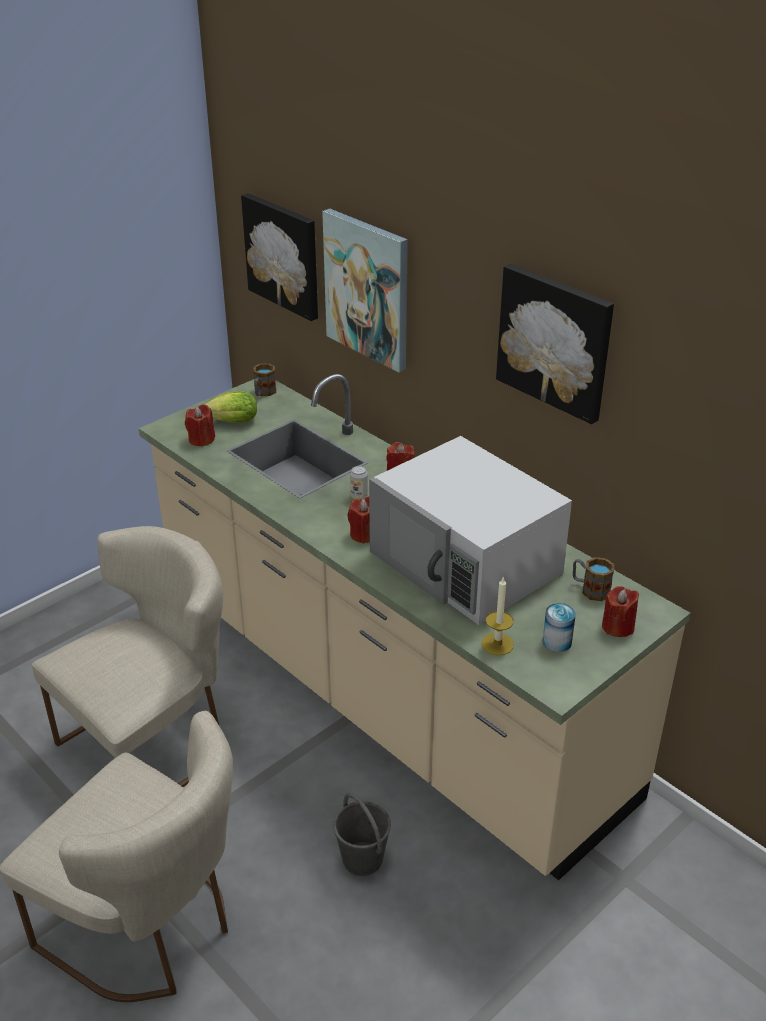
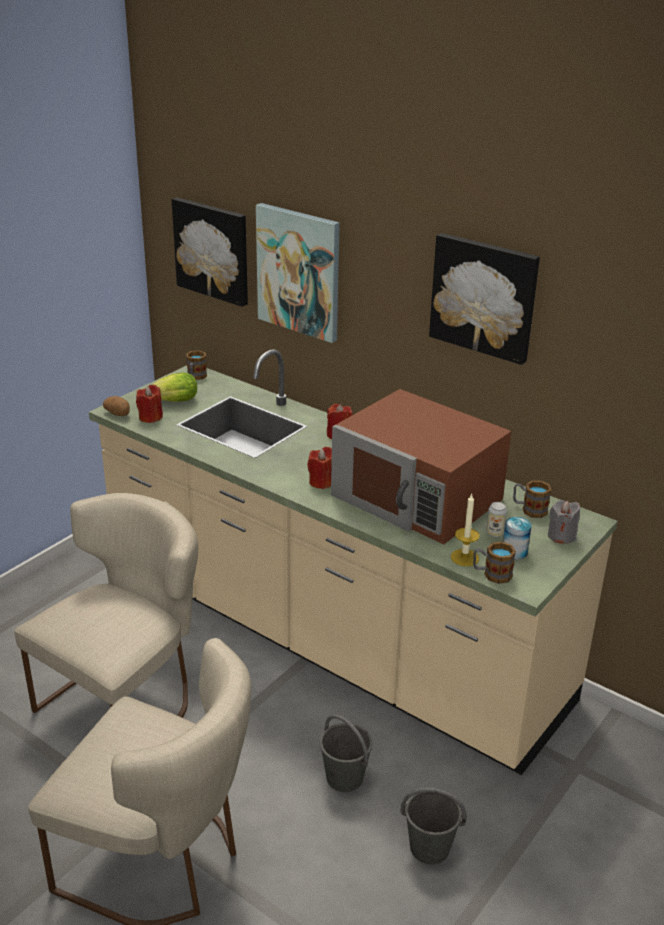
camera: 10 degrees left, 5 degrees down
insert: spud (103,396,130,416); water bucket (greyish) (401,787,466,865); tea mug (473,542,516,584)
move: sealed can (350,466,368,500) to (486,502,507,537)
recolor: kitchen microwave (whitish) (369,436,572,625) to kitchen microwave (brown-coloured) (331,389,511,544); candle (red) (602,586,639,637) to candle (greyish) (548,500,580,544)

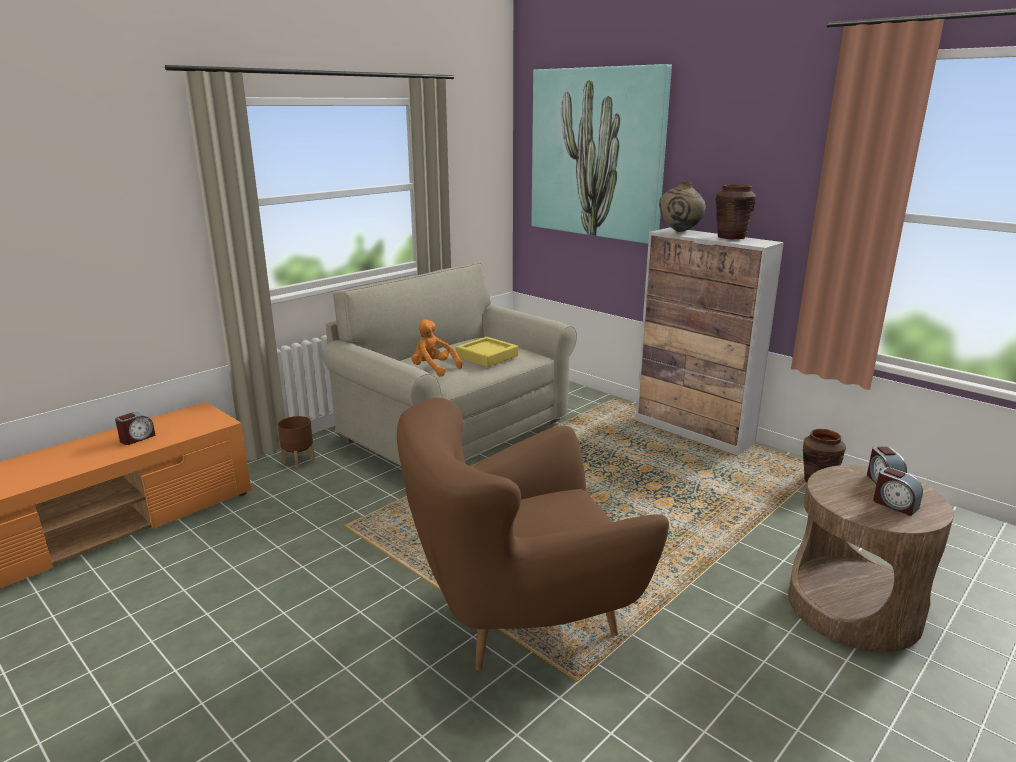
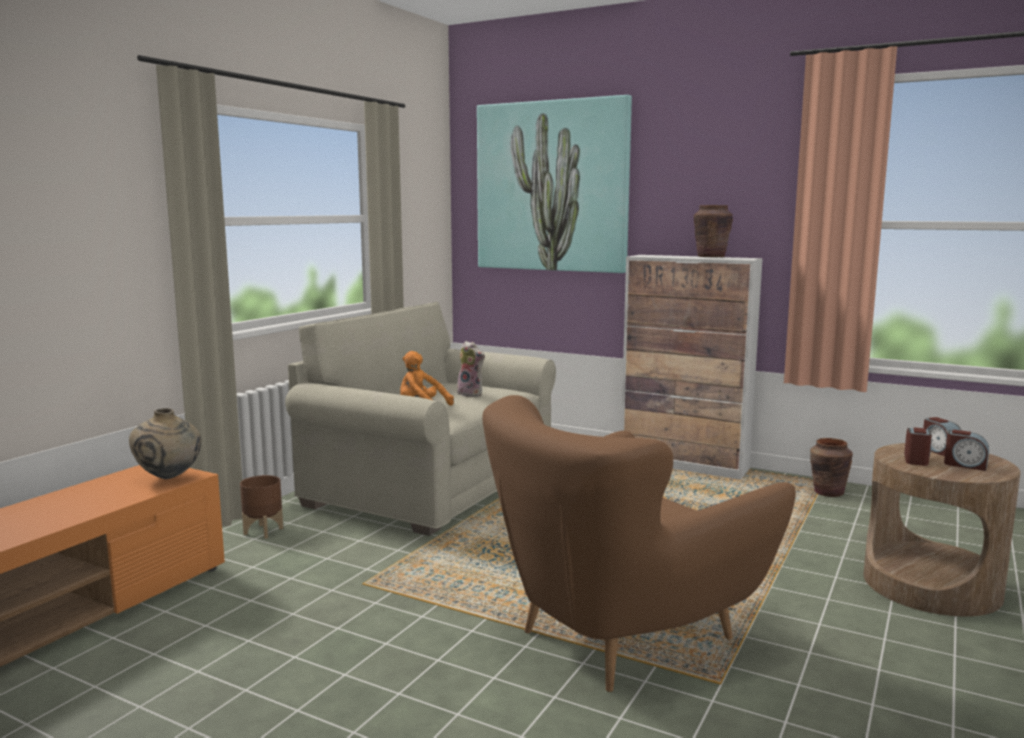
camera: 15 degrees left, 10 degrees down
move: alarm clock (115,412,156,445) to (904,427,932,466); flower vase (beige-coloured) (659,181,706,232) to (129,408,201,479)
replace: tray (yellow-coloured) (455,337,518,367) to plush toy (456,341,485,397)

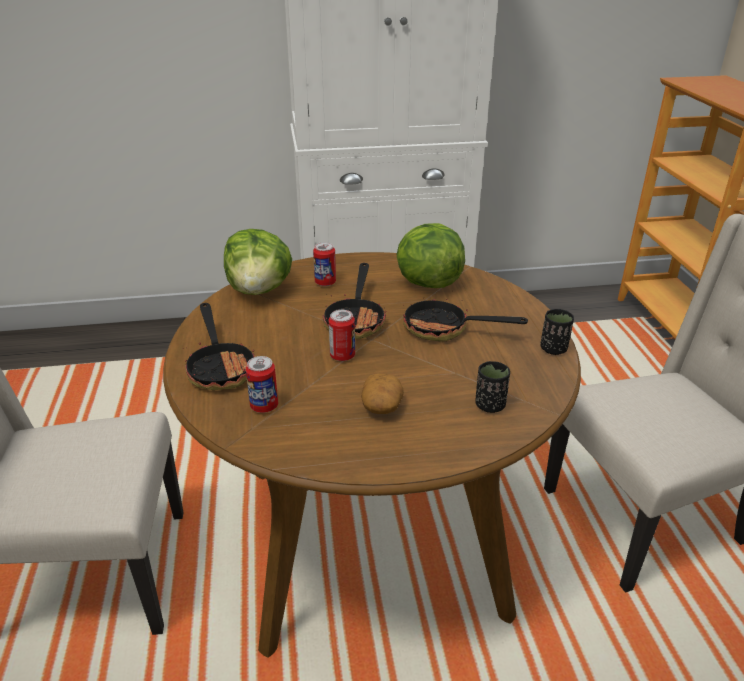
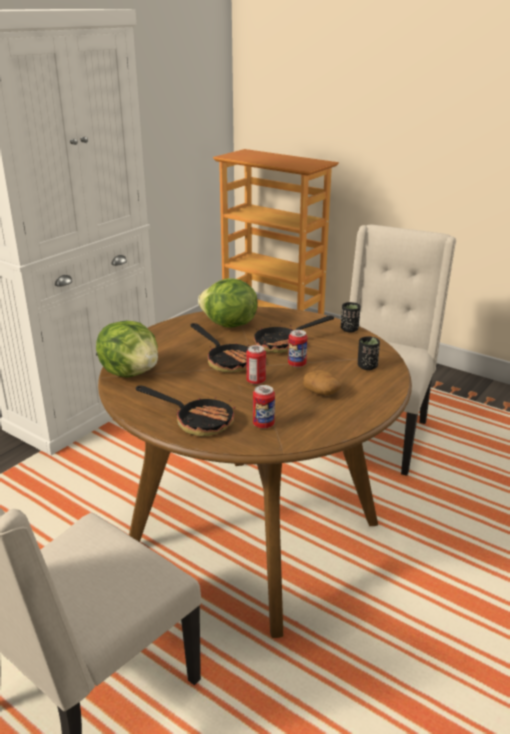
camera: 45 degrees left, 5 degrees down
move: sealed can (313,242,336,286) to (288,330,307,367)

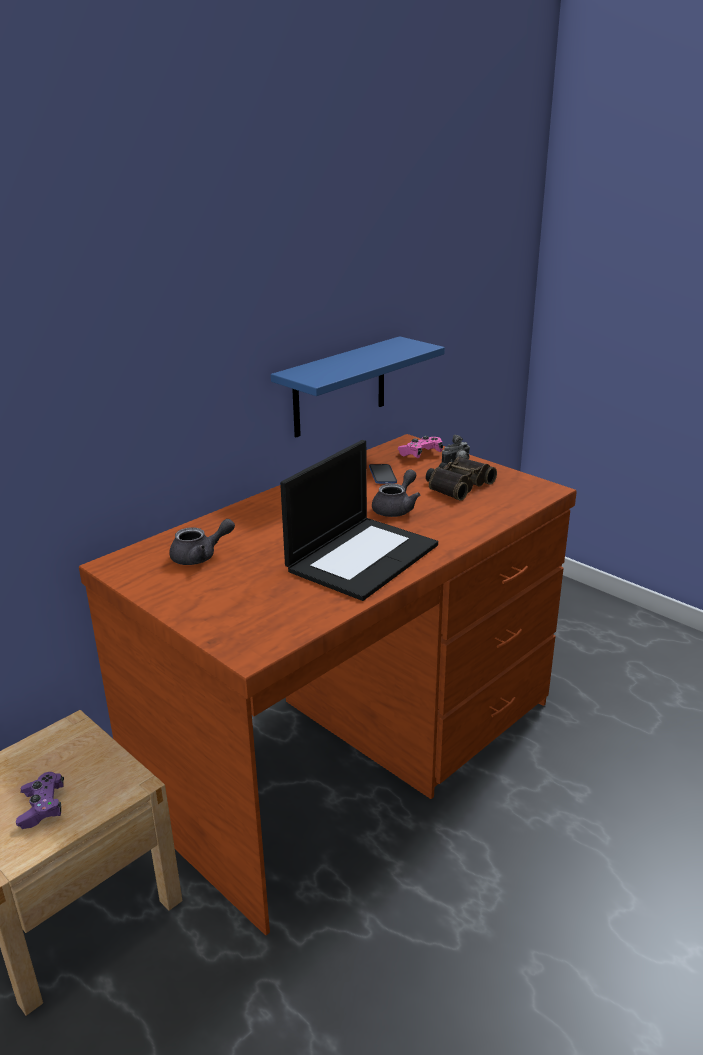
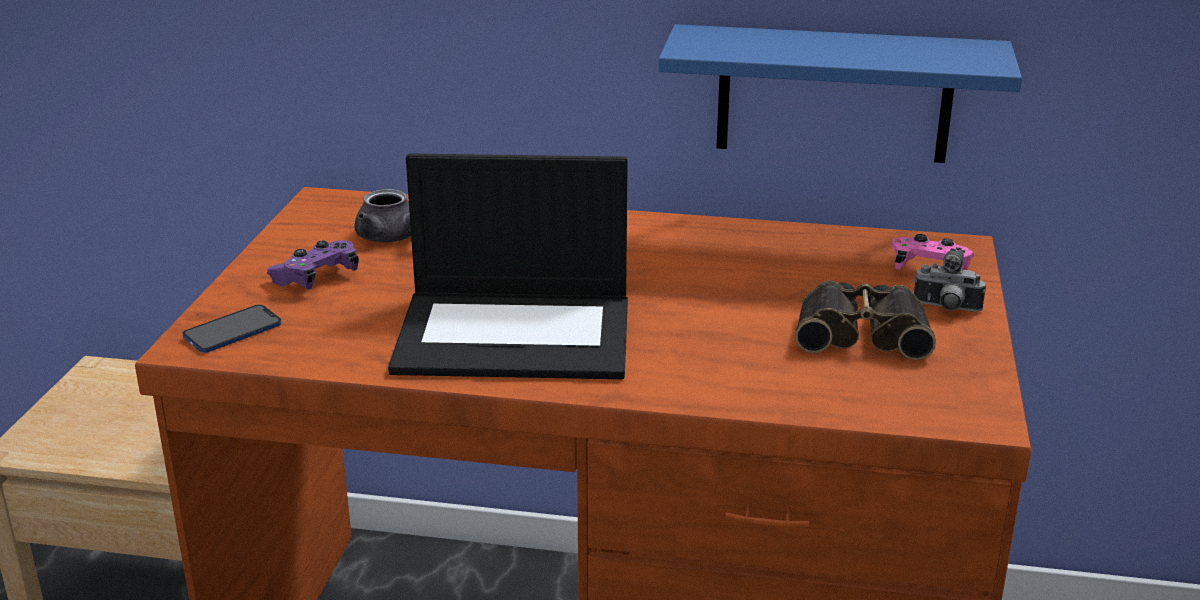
camera: 55 degrees right, 0 degrees up
delete: teapot (greyish) (372,469,420,517)
move: gamepad (purplish) (16,772,64,829) to (267,240,359,290); phone (369,464,397,484) to (183,305,281,353)

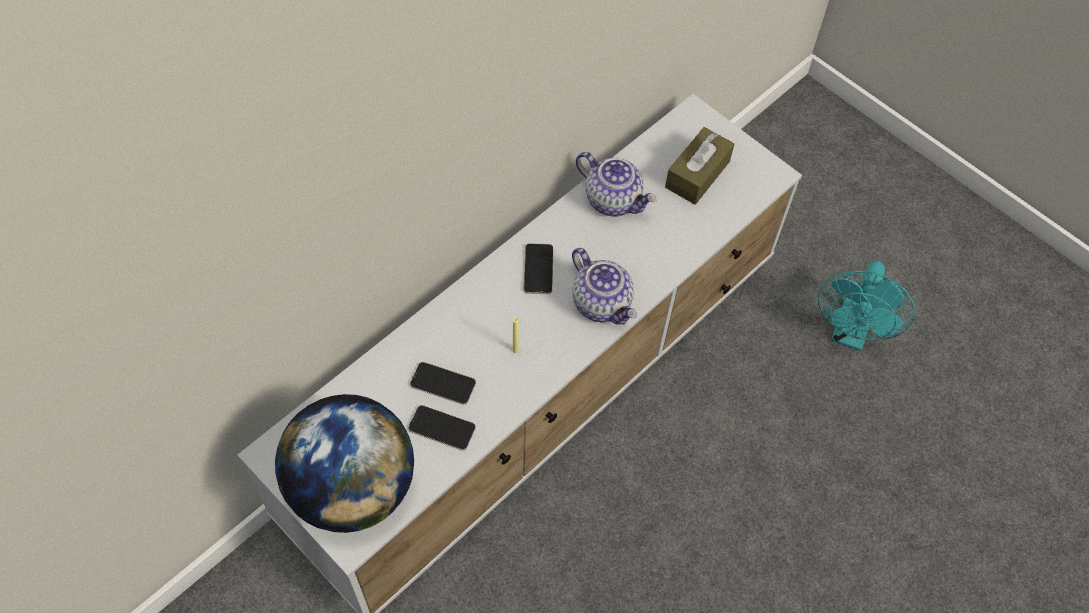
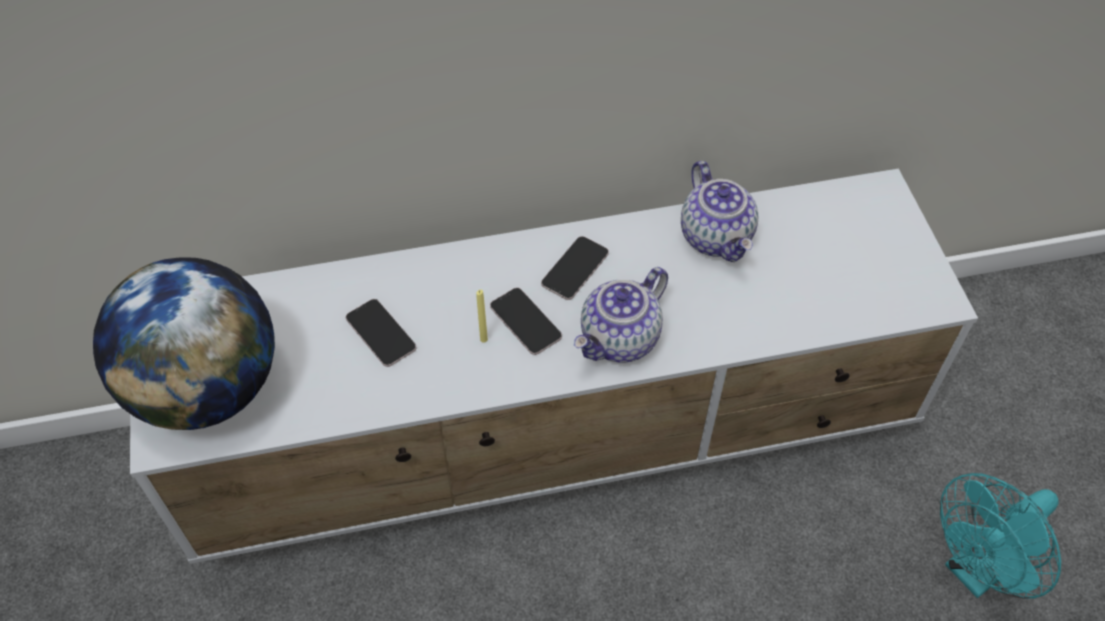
camera: 35 degrees right, 5 degrees down
delete: tissue holder (brown-coloured) (665,127,734,204)
move: phone (408,405,476,451) to (490,288,562,355)
rotate: teapot (572,248,637,325) = (574,267,668,363) 45 degrees clockwise

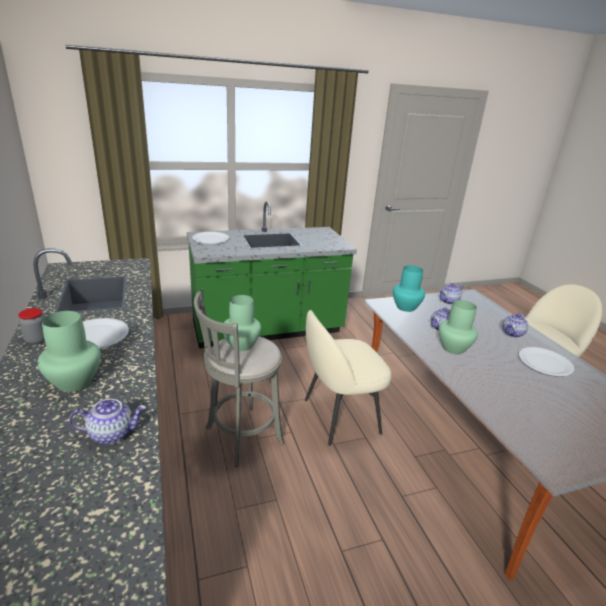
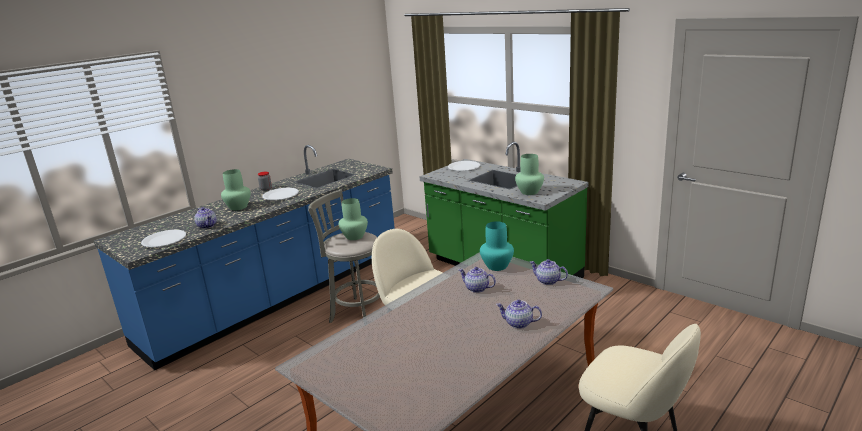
camera: 65 degrees right, 5 degrees down
move: flower vase (green) (438,300,478,354) to (515,154,544,195); flat dish (whitish) (519,347,574,376) to (141,230,186,247)

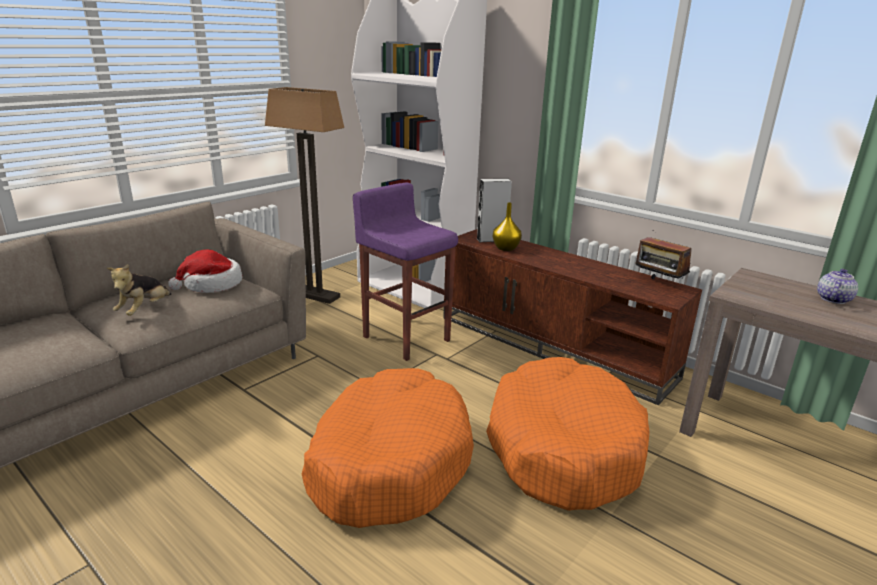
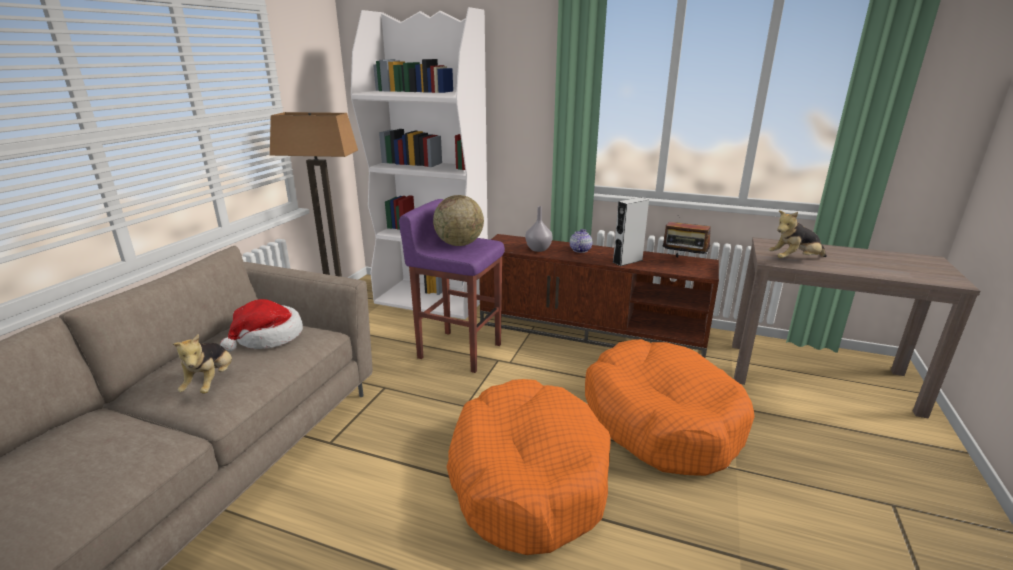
camera: 20 degrees left, 0 degrees up
insert: desk globe (433,195,484,246); plush toy (769,210,827,258)
move: audio speaker (greyish) (477,179,512,242) to (612,197,649,266); teapot (817,269,858,304) to (570,229,592,253)
recolor: flower vase (yellow-coloured) (493,202,522,251) to flower vase (greyish) (525,206,553,252)

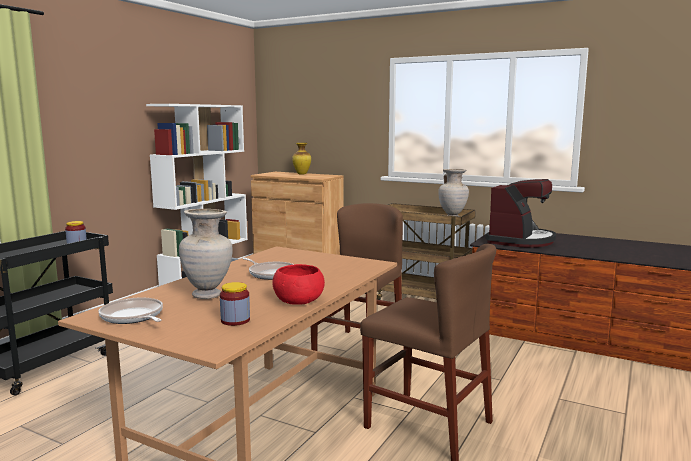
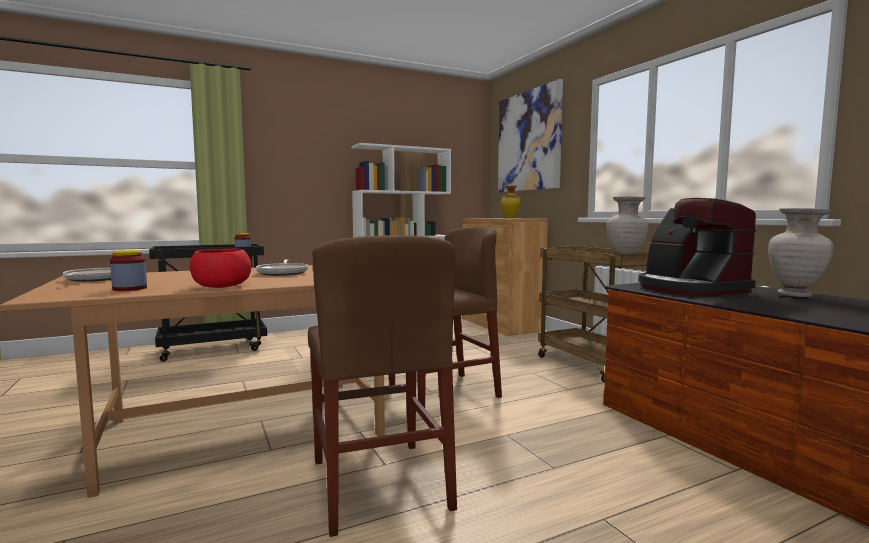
camera: 35 degrees right, 5 degrees down
insert: picture (498,79,563,192)
move: flower vase (beige-coloured) (179,209,232,299) to (768,208,834,297)
rotate: coffee machine (486,179,556,248) = (638,198,757,296) 90 degrees clockwise

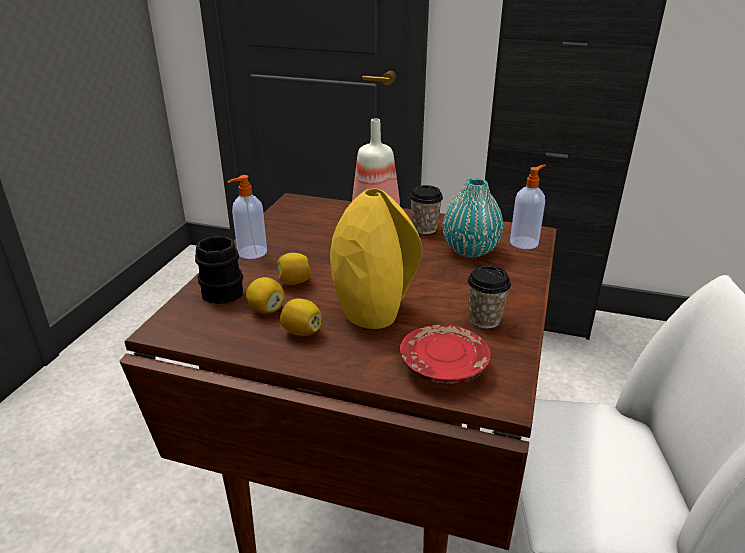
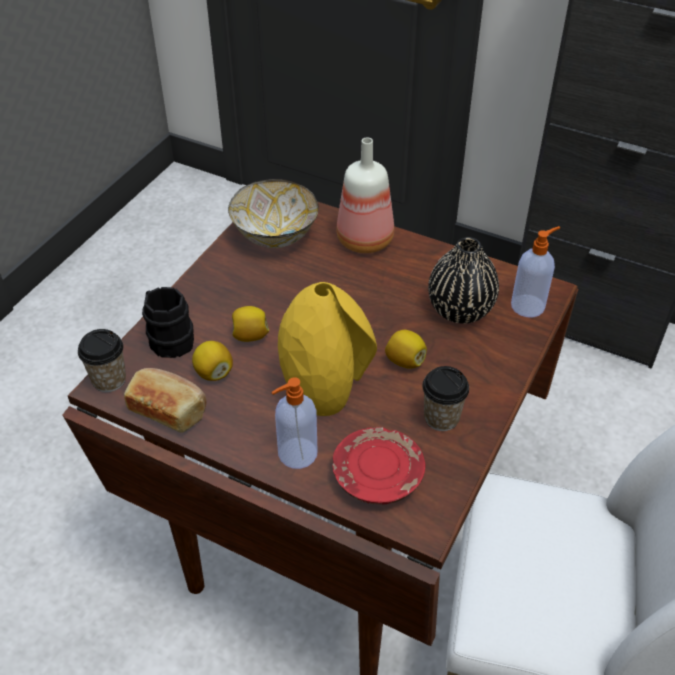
camera: 10 degrees right, 15 degrees up
insert: baked bread (124,368,207,433); deep dish (228,179,319,248)
move: liquid soap bottle (227,175,267,259) to (272,377,317,469); lemon (280,298,322,336) to (385,330,427,369); small cup (410,185,443,234) to (78,329,126,392)
recolor: flower vase (blue-green) (443,178,503,257) to flower vase (black-coloured) (428,237,499,324)

